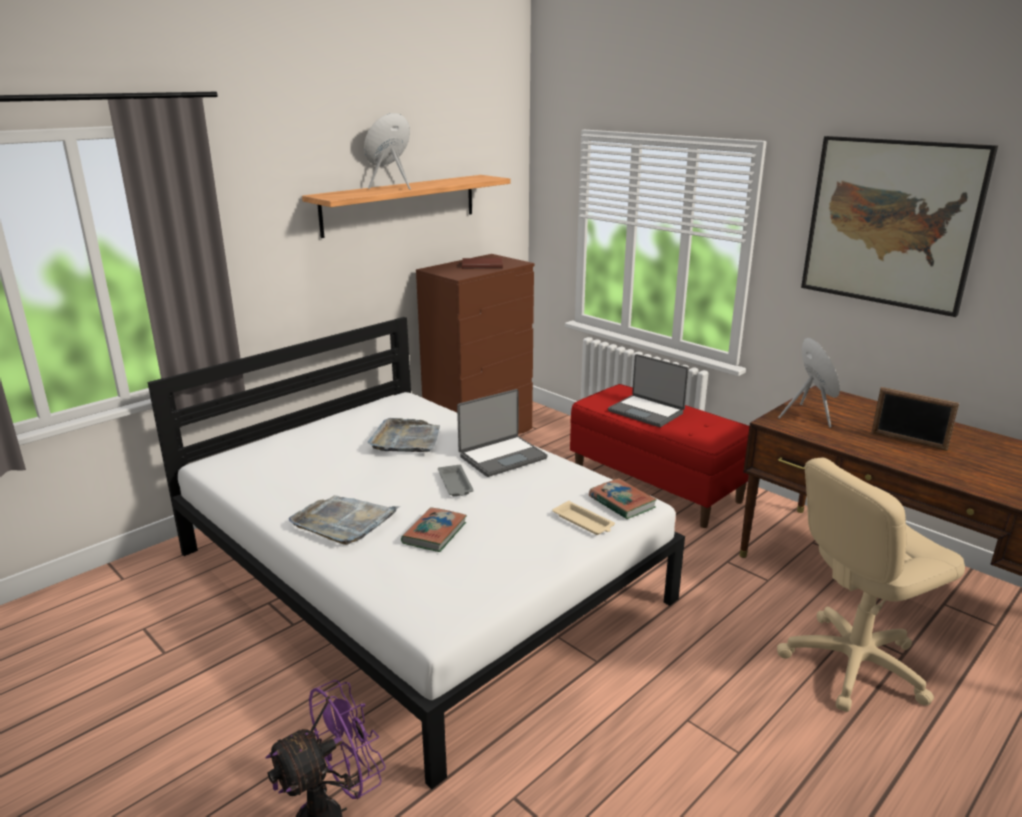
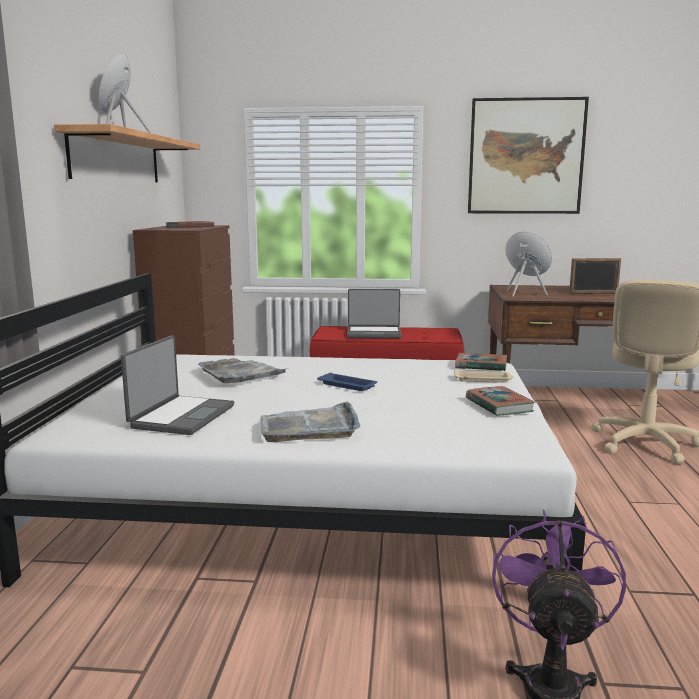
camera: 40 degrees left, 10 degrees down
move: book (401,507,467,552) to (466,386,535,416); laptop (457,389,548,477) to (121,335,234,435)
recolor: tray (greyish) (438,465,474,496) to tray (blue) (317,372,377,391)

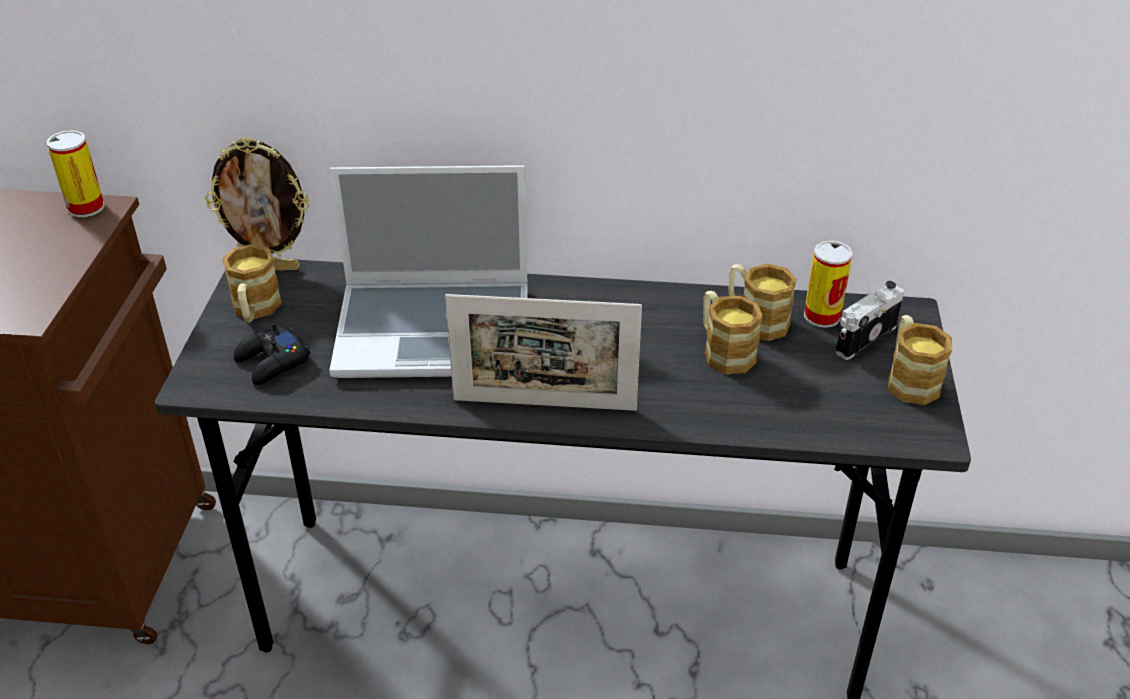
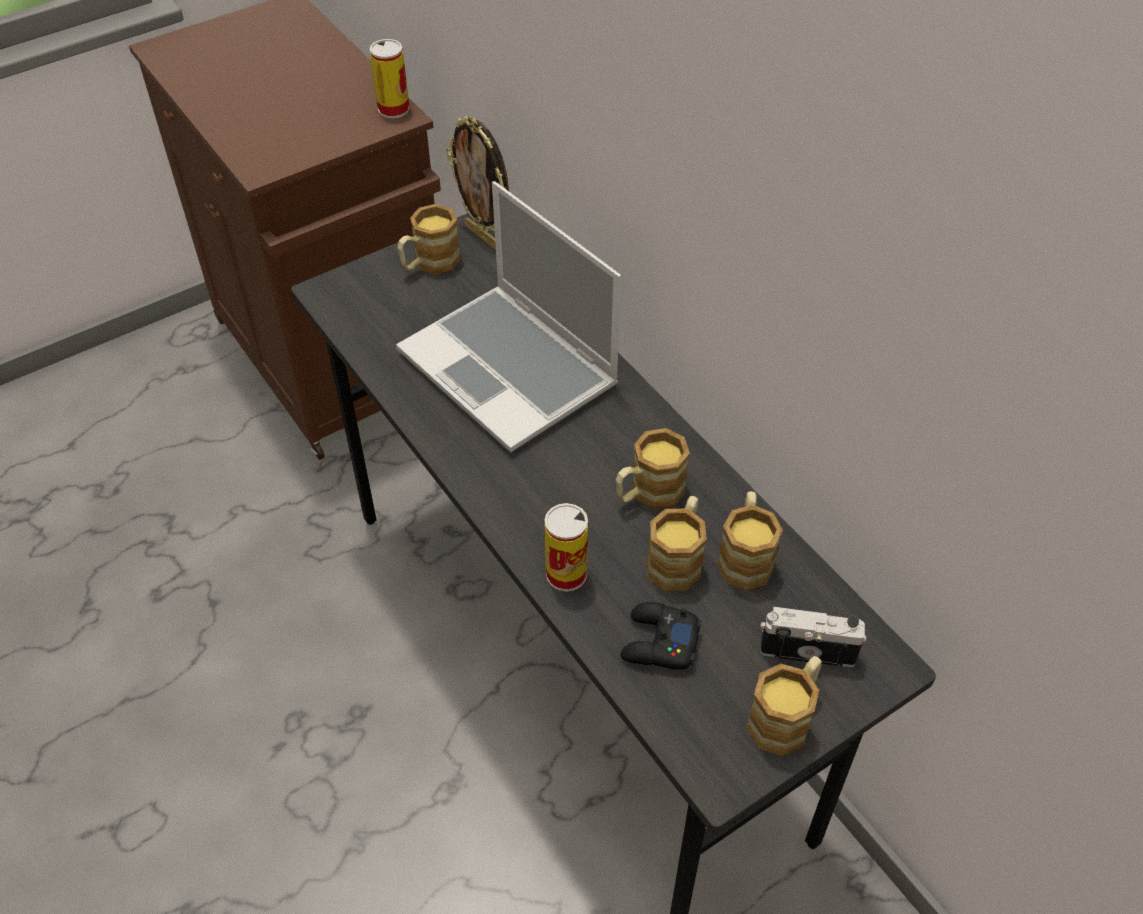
camera: 50 degrees right, 10 degrees up
delete: picture frame (445,294,642,411)
insert: tea mug (616,428,690,509)
move: gamepad (black-coloured) (233,323,311,385) to (621,602,701,670); sealed can (804,241,852,328) to (544,503,588,592)

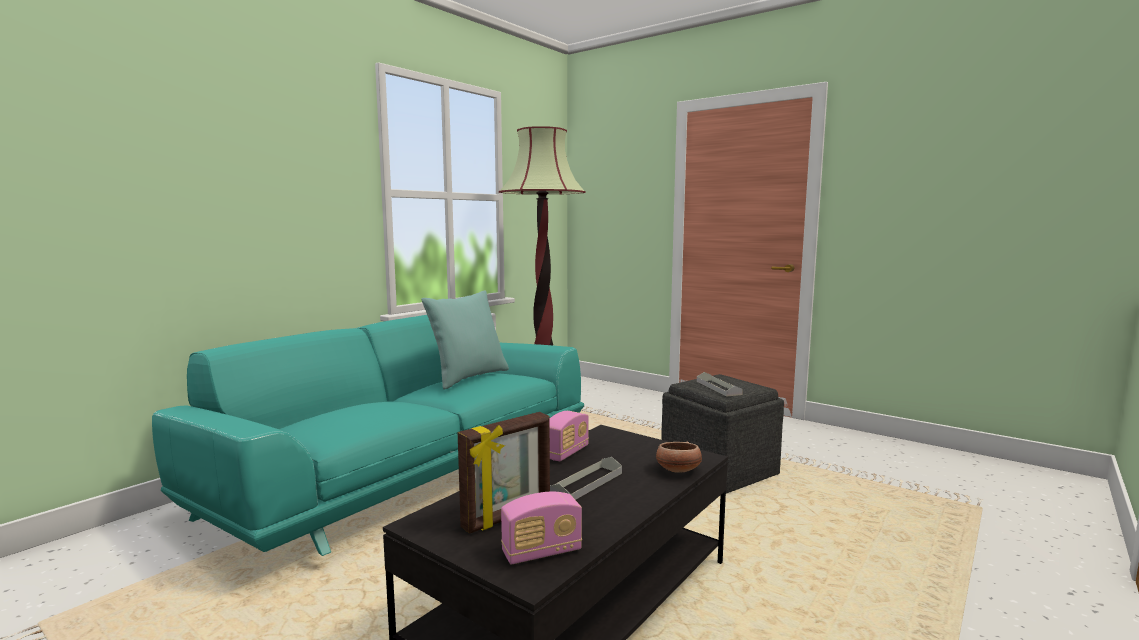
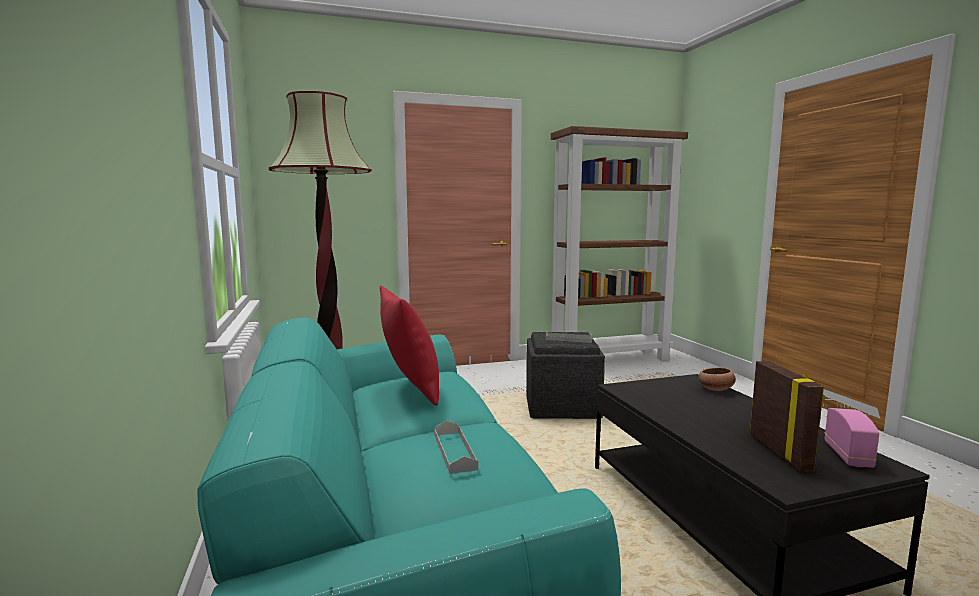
camera: 55 degrees left, 0 degrees up
delete: radio set (550,411,589,461)
insert: bookshelf (brown-coloured) (551,126,688,360)
move: tray (greyish) (550,457,622,500) to (434,420,478,474)
recolor: cushion (blue-green) (422,291,509,390) to cushion (red) (380,286,439,406)

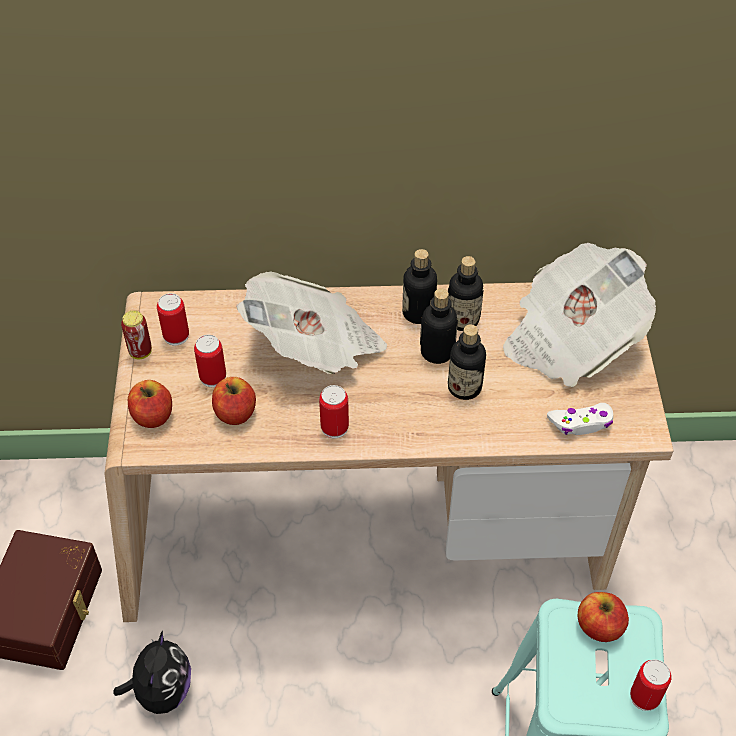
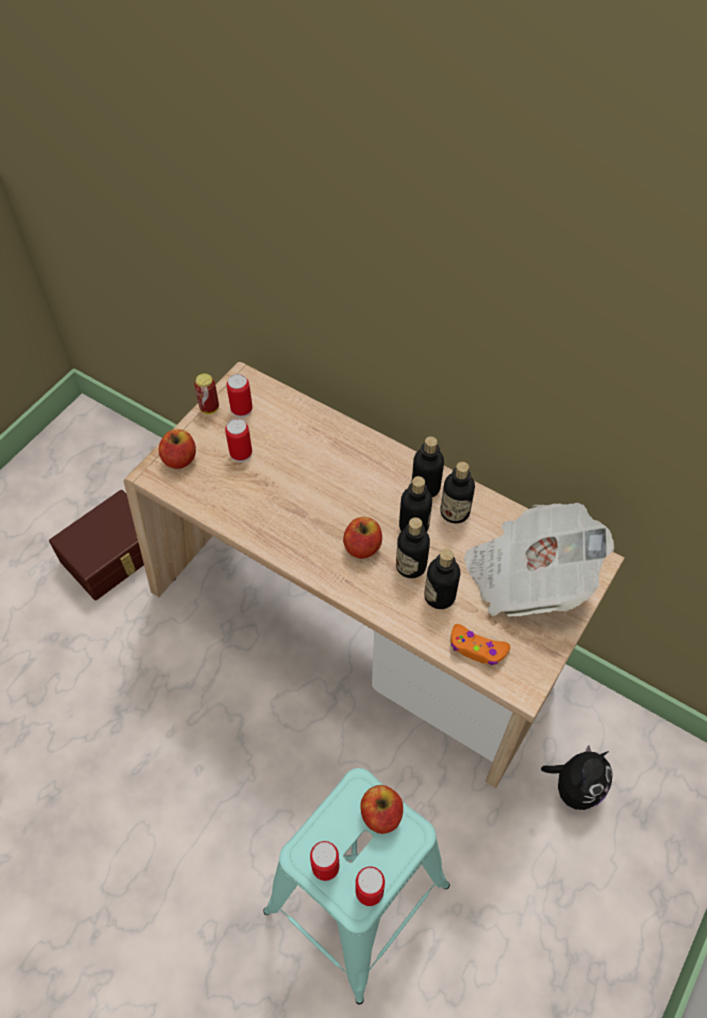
camera: 35 degrees right, 5 degrees up
delete: daily paper (236,272,387,374)
insert: beverage bottle (424,549,460,609)
move: plush toy (113,631,191,714) to (541,745,613,810); apple fruit (212,377,256,425) to (343,517,382,559); sealed can (319,385,349,439) to (310,841,340,881)
recolor: gamepad (whitish) (547,403,613,435) to gamepad (orange) (451,624,510,665)

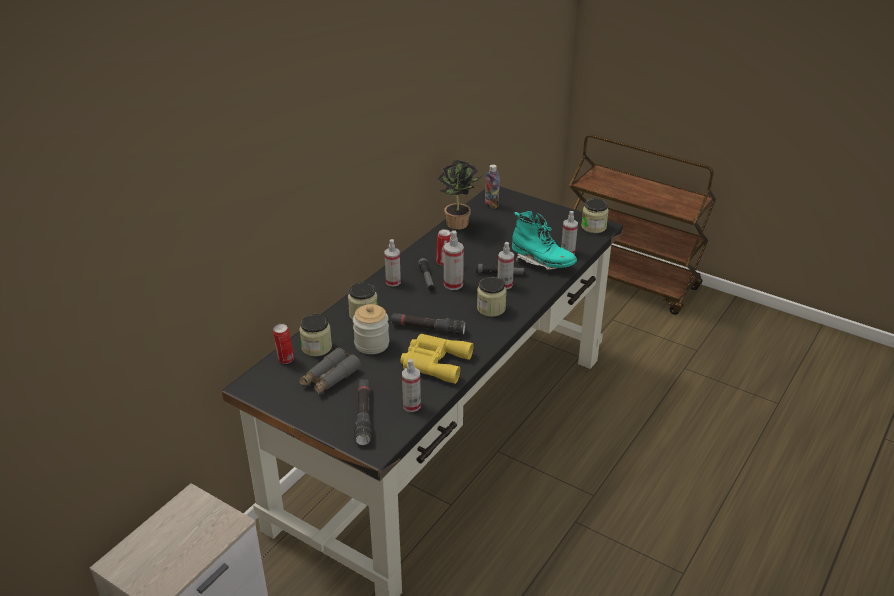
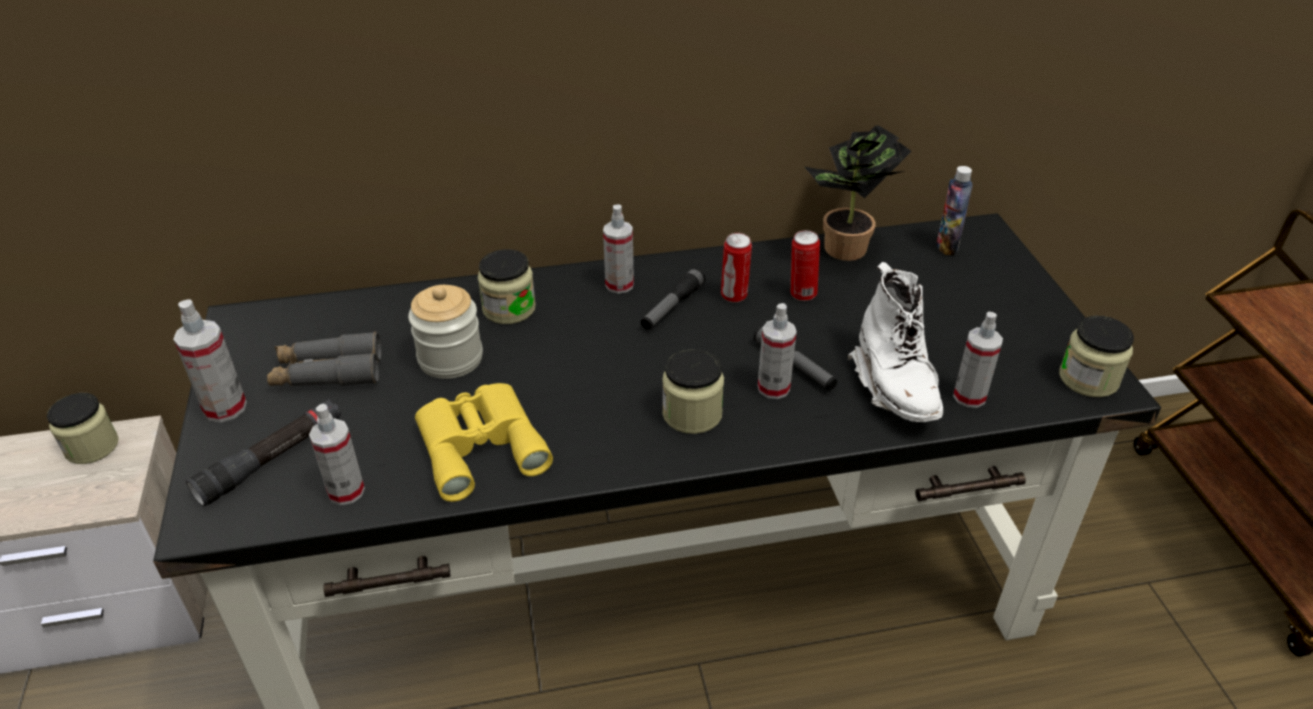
camera: 45 degrees right, 5 degrees up
delete: hand torch (black-coloured) (391,313,466,335)
move: sealed can (273,324,294,364) to (791,230,820,301); jar (300,314,332,356) to (47,393,119,464); sprayer (444,230,464,290) to (173,299,247,423)
recolor: boot (blue-green) (512,211,577,270) to boot (whitish) (847,262,943,422)

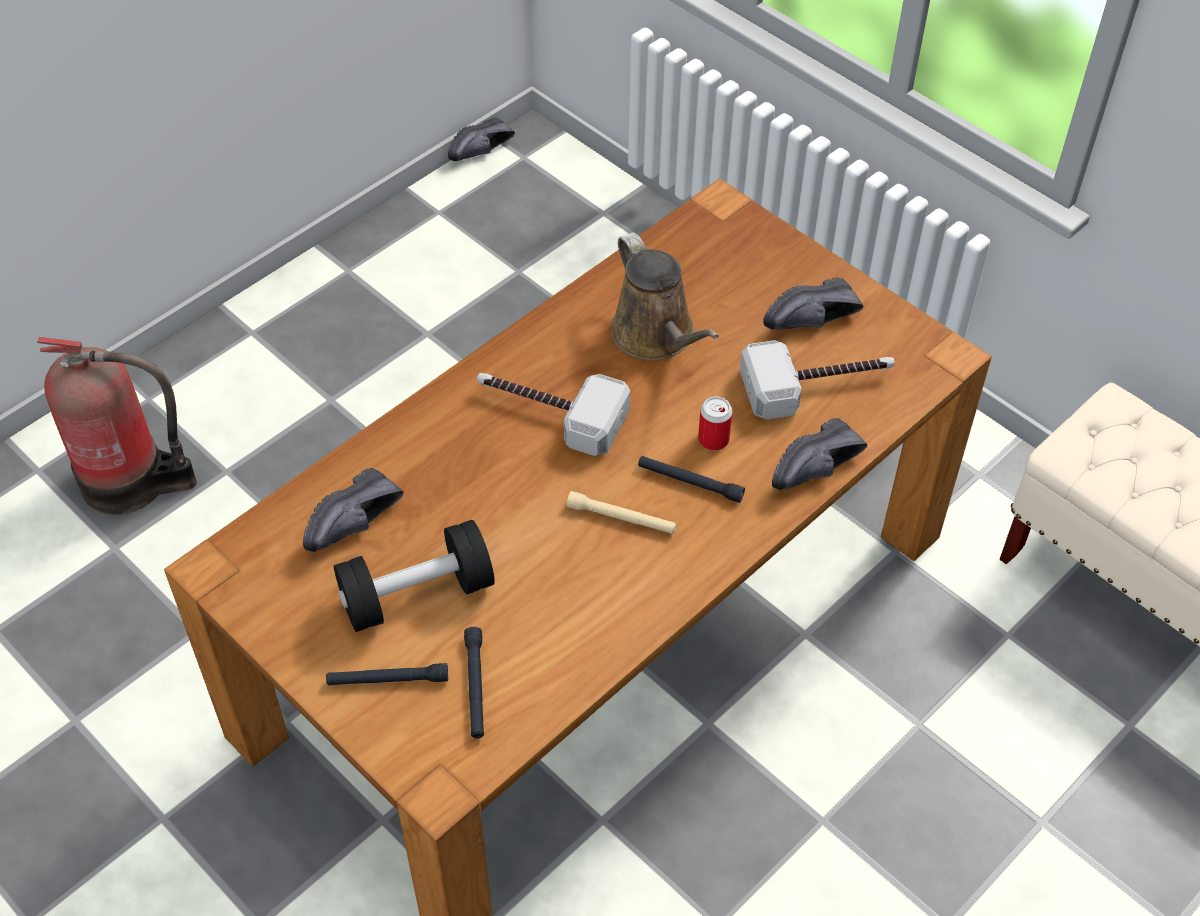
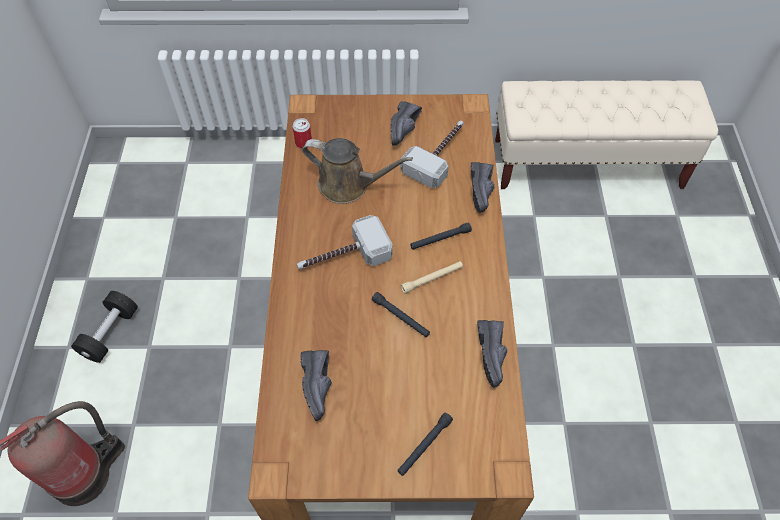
camera: 45 degrees left, 5 degrees up
move: hand weight (black-coloured) (334,520,495,632) to (71,291,138,363); shoe (black-coloured) (448,118,515,161) to (477,320,507,387); hand torch (black-coloured) (464,627,484,738) to (372,292,430,337); sealed can (698,397,732,451) to (293,118,312,149)

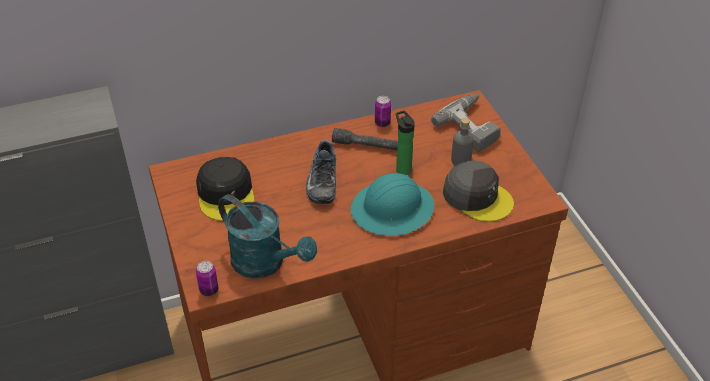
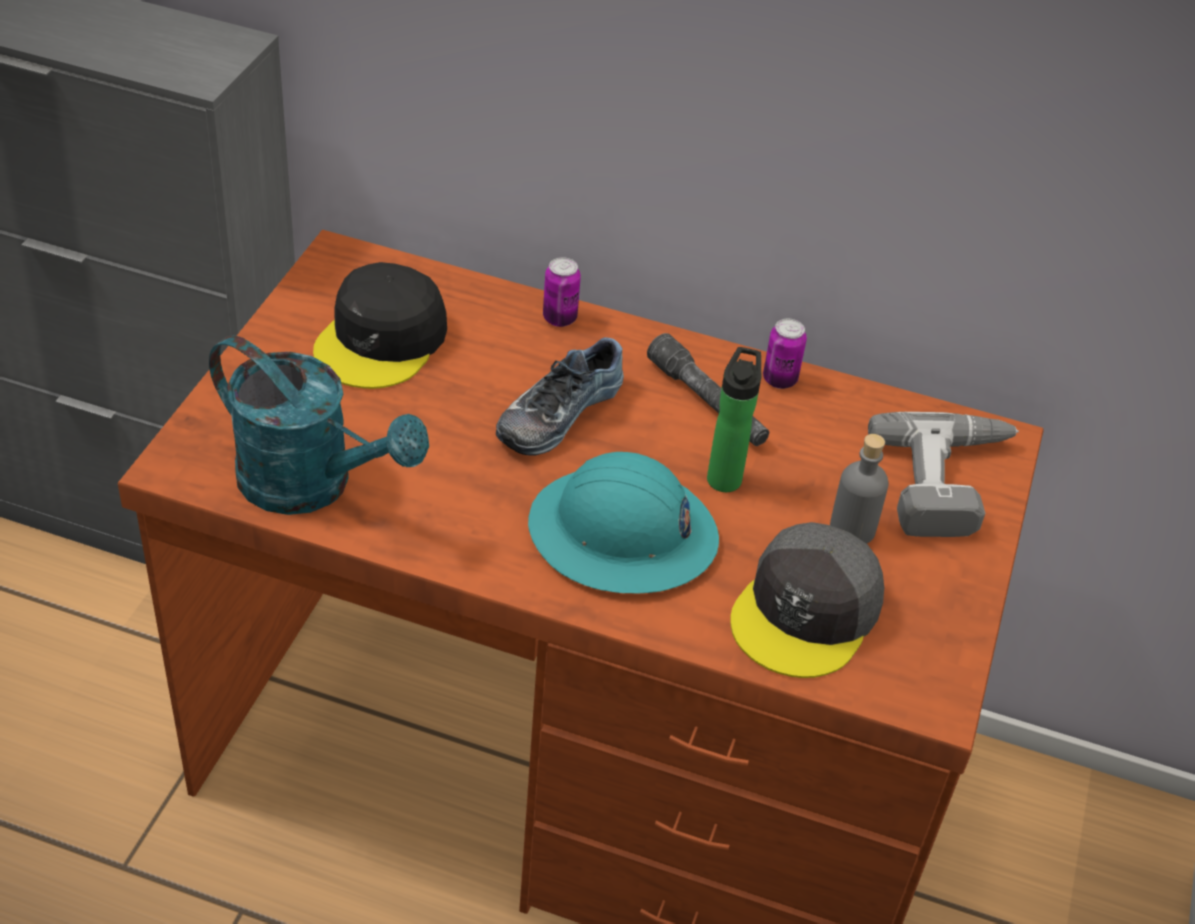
camera: 35 degrees right, 0 degrees up
move: sealed can (196,261,219,296) to (543,257,581,327)
rotate: watering pot (blue-green) (218,194,317,279) = (209,335,429,515) 45 degrees counterclockwise; peaked cap (greyish) (443,161,514,222) = (730,522,884,678) 45 degrees clockwise

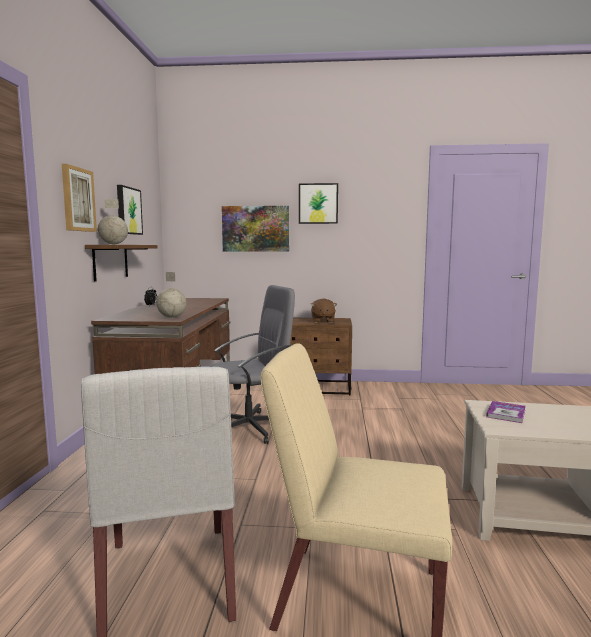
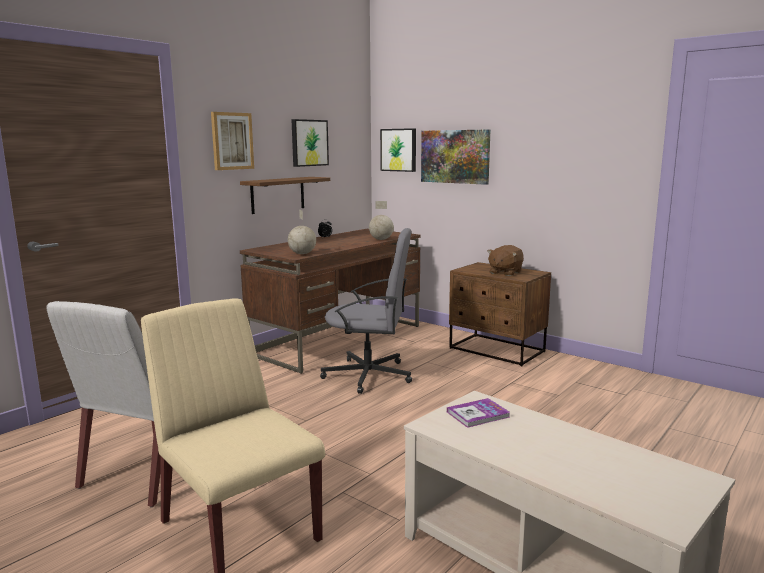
camera: 35 degrees right, 5 degrees up
move: desk globe (98,199,128,244) to (369,201,394,240); picture (299,183,338,224) to (380,128,416,172)

